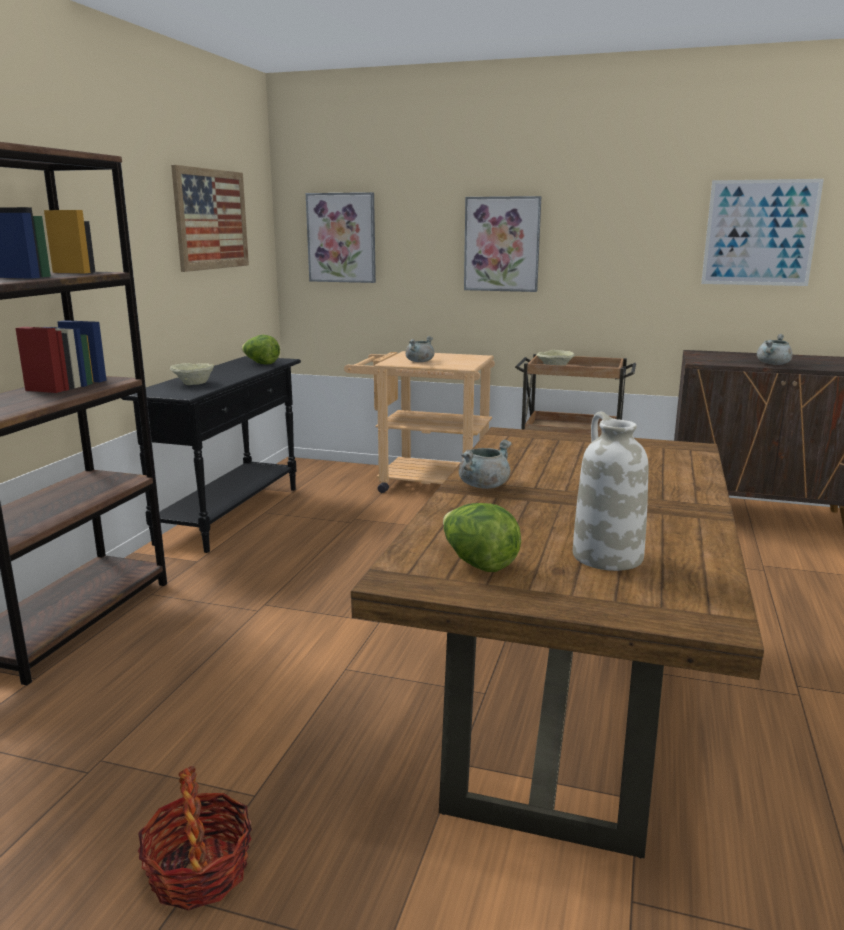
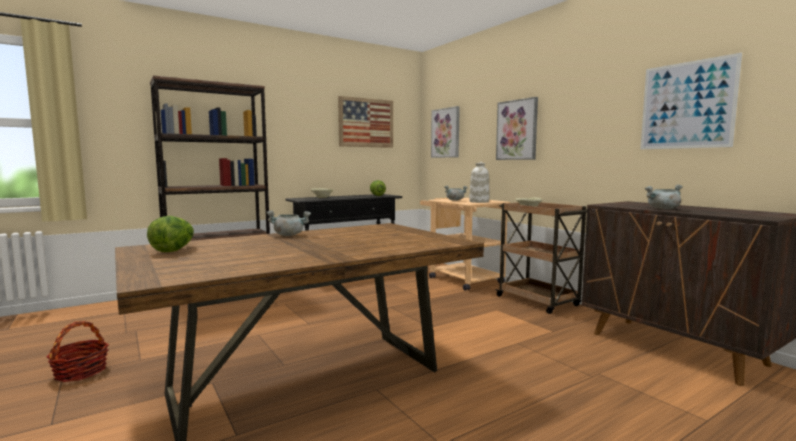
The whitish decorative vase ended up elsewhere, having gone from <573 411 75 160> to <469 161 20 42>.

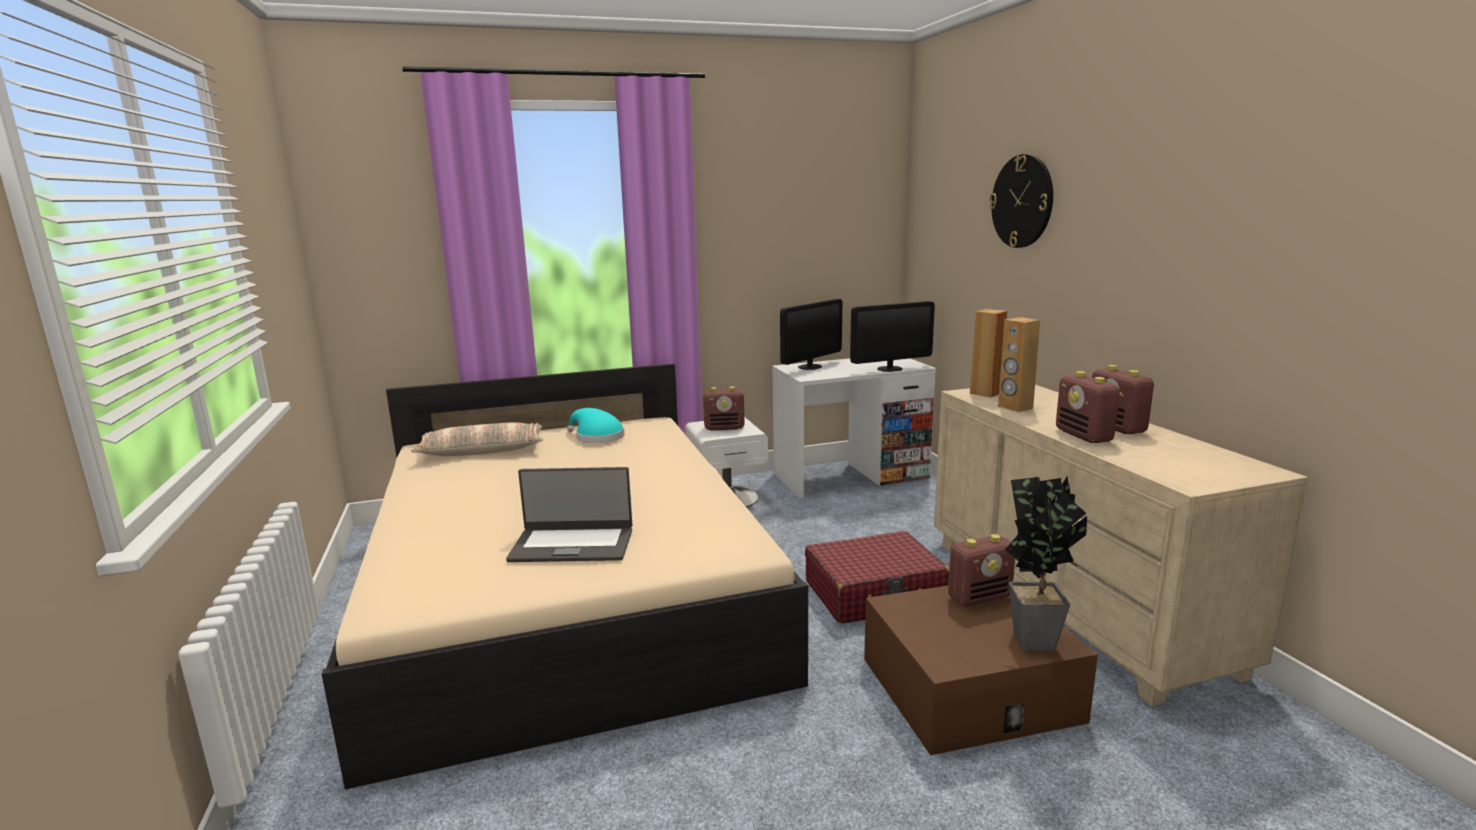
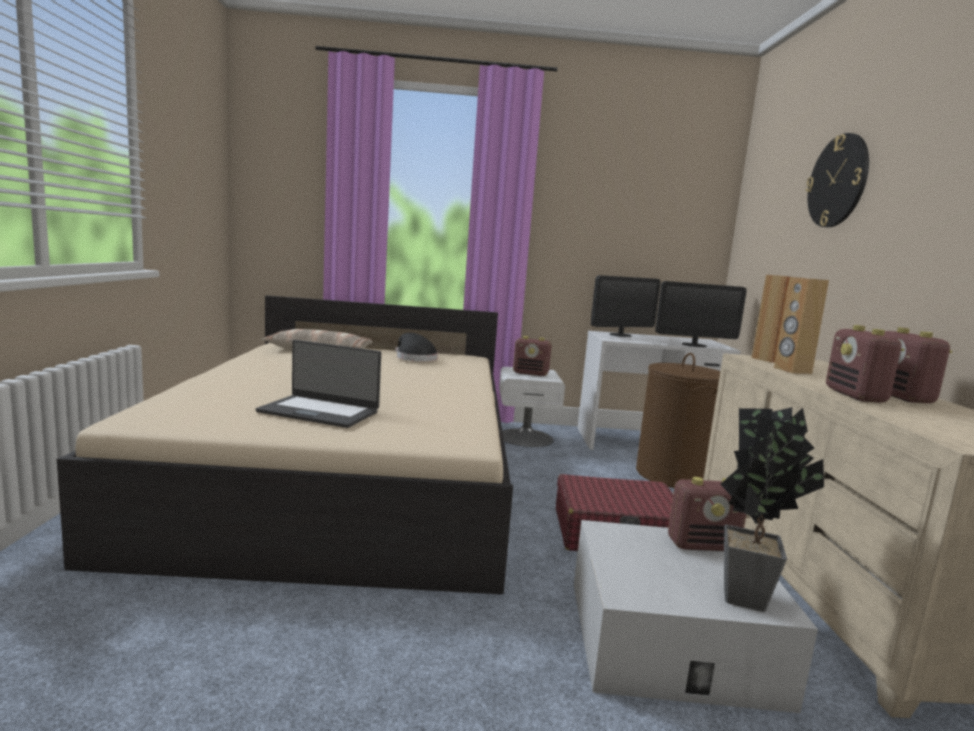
What was the turquoise-coloured clothing hat at <567 408 57 36> turned into the black clothing hat at <395 333 43 29>. What was the brownish storage bin at <864 586 234 169> turned into the whitish storage bin at <574 520 244 193>. The second view gained the brownish laundry basket at <636 353 84 135>.

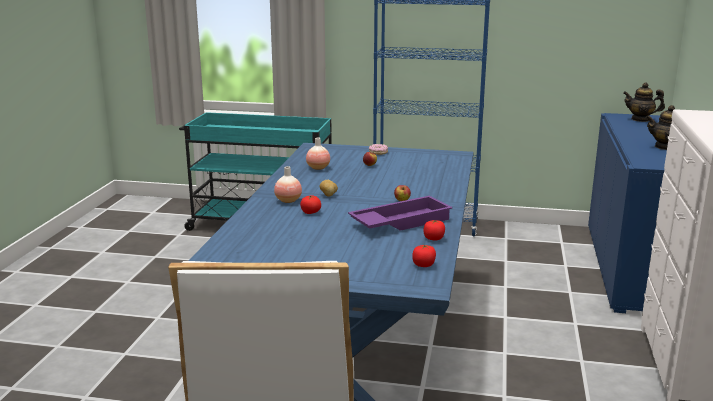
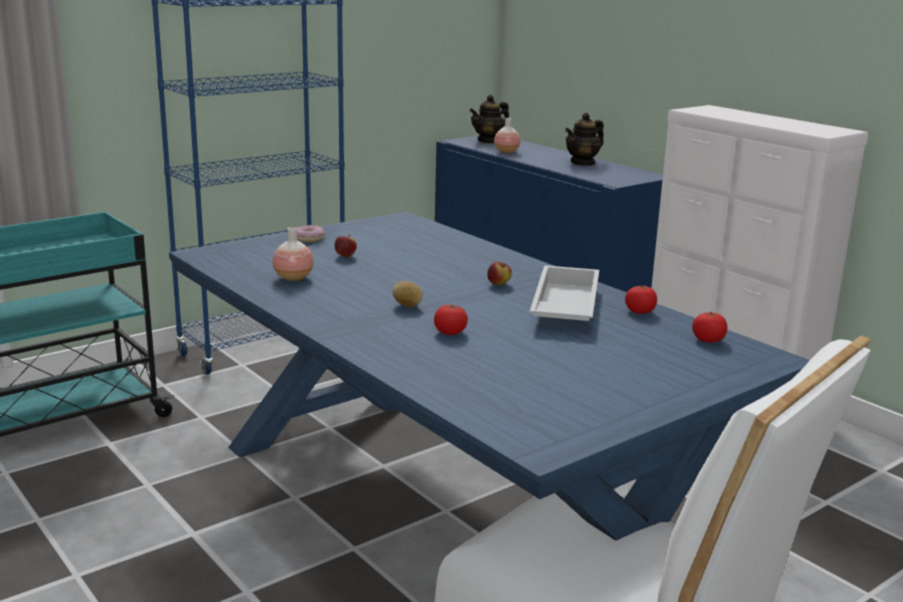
The decorative vase ended up elsewhere, having gone from <274 166 28 37> to <494 118 27 35>. What was the purplish serving tray at <348 196 105 35> turned into the whitish serving tray at <530 265 69 56>.

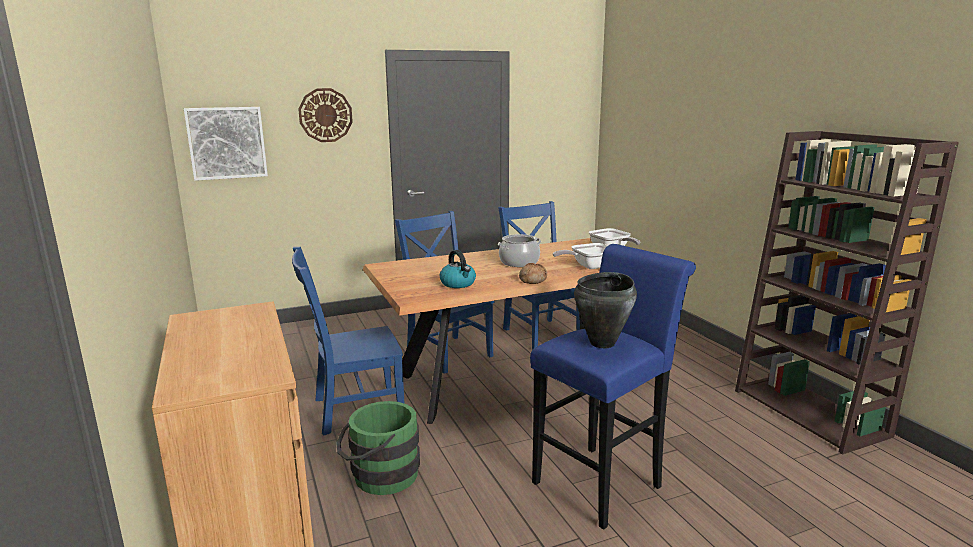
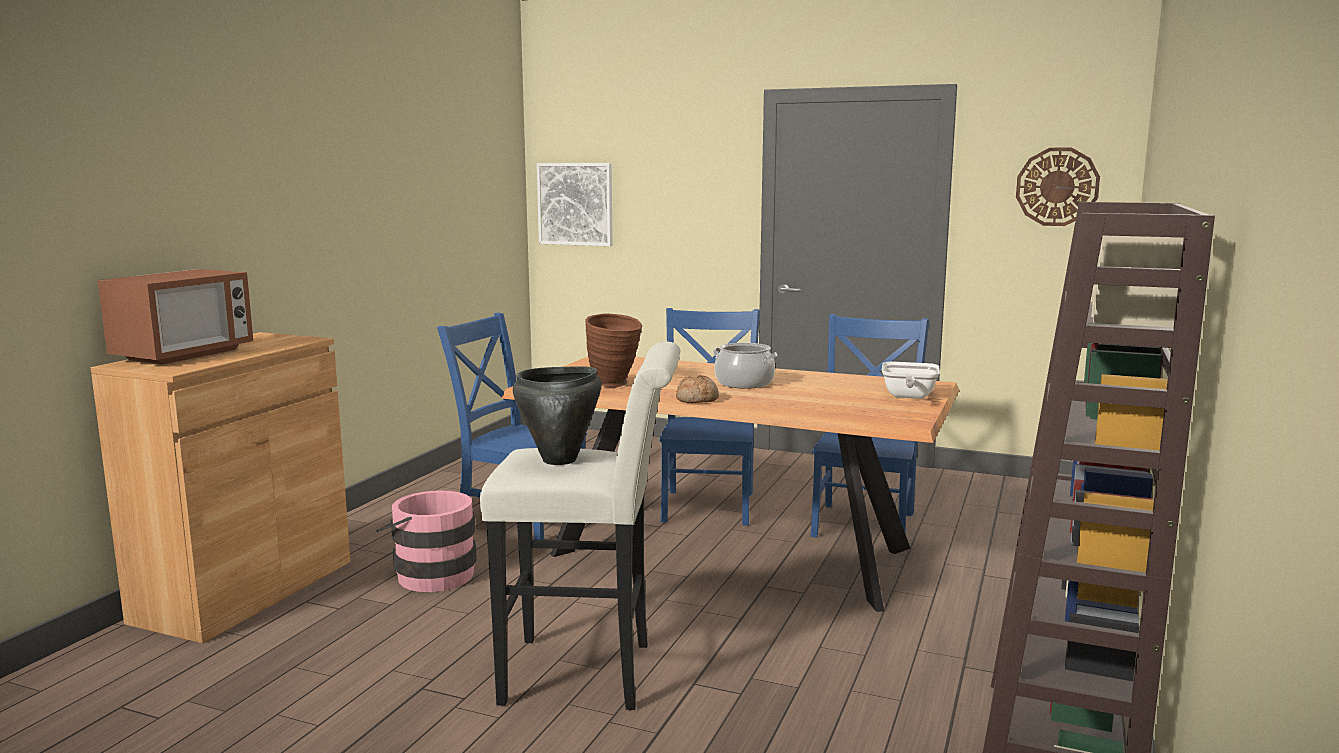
The wall clock ended up elsewhere, having gone from <298 88 55 54> to <1016 148 84 78>. The second view lost the frying pan at <553 243 54 26>. What was the blue-coloured sitting stool at <530 244 166 286> turned into the whitish sitting stool at <480 342 200 368>. Where the tea kettle stood at <439 250 37 38>, the brownish decorative vase came to stand at <585 314 57 73>. What was the greenish bucket at <336 401 84 94> turned into the pink-coloured bucket at <376 491 101 101>. The second view gained the microwave oven at <98 269 155 96>.

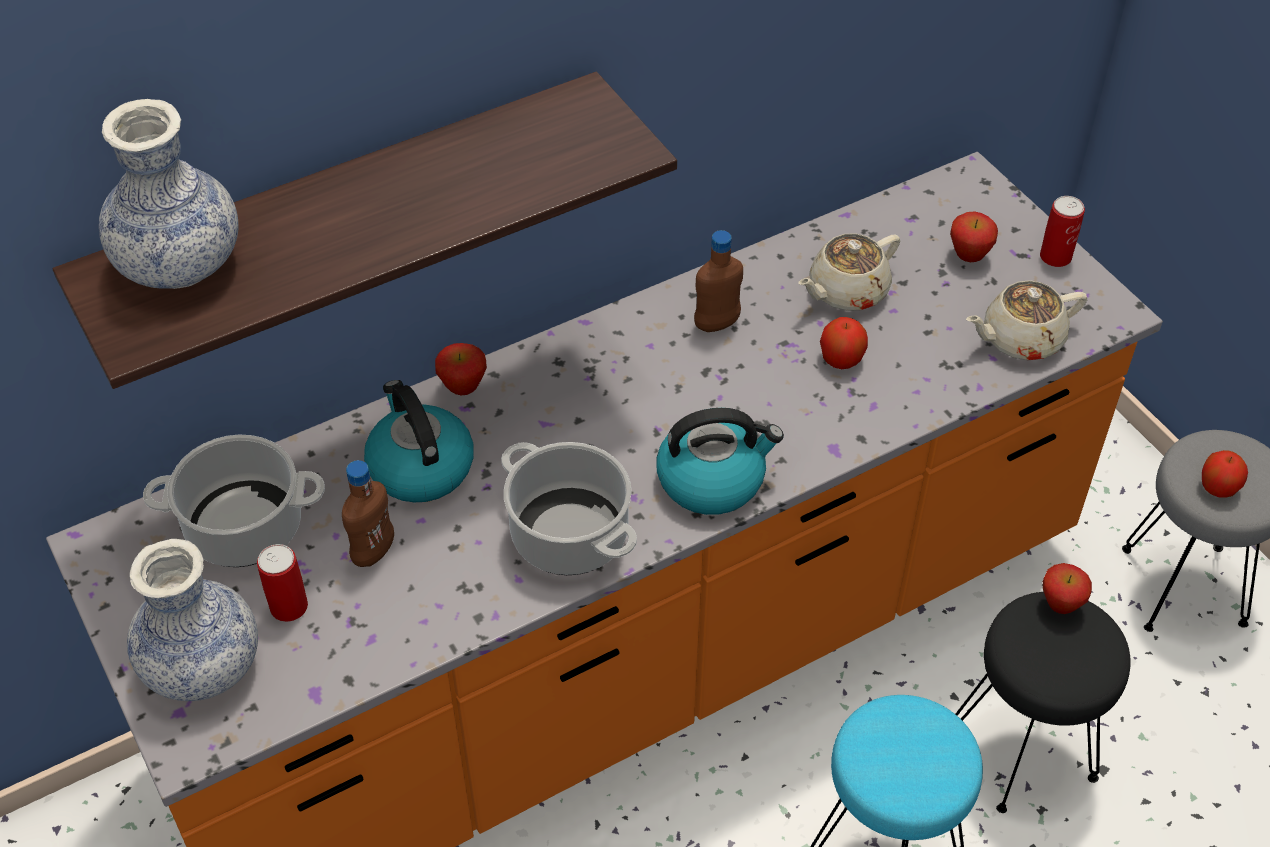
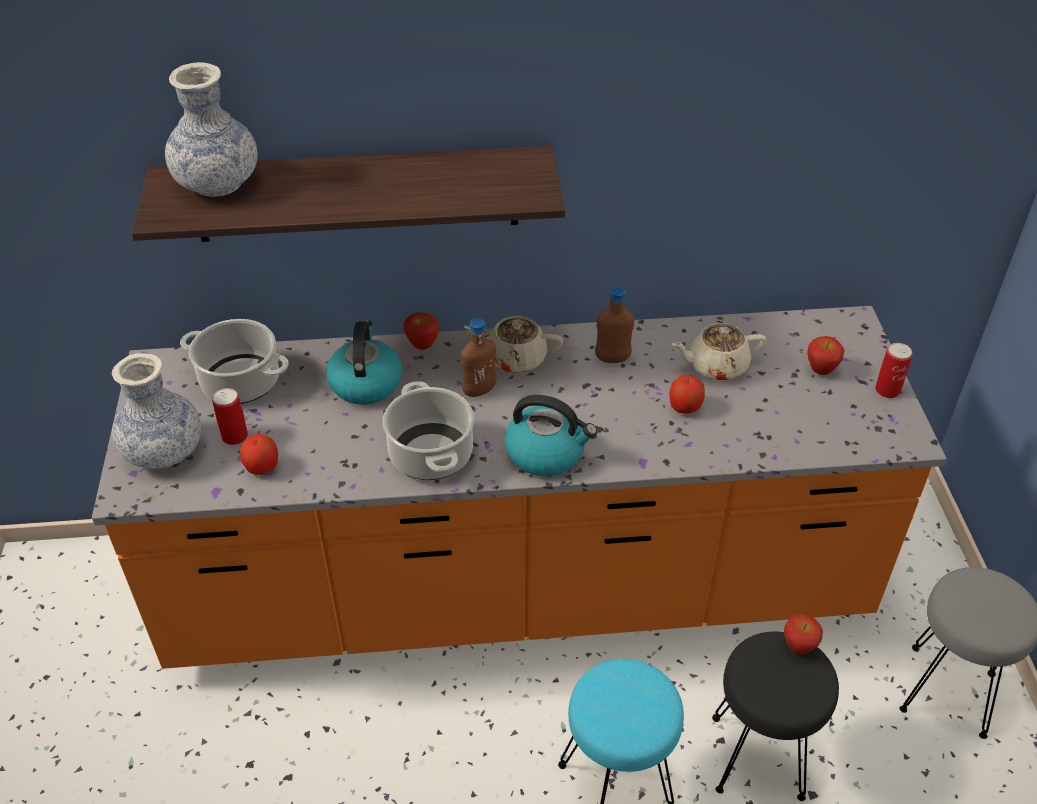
The sand-coloured tea pot ended up elsewhere, having gone from <966 280 121 80> to <464 316 99 57>. The apple fruit ended up elsewhere, having gone from <1202 450 46 48> to <240 434 38 41>. The brownish drink bottle ended up elsewhere, having gone from <342 460 52 107> to <461 318 36 79>.

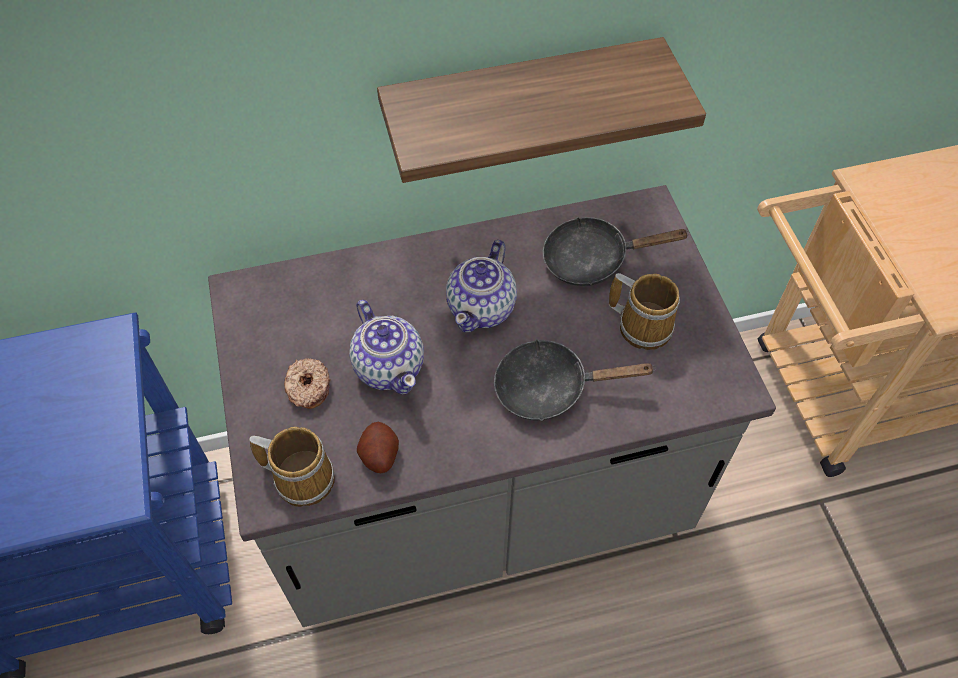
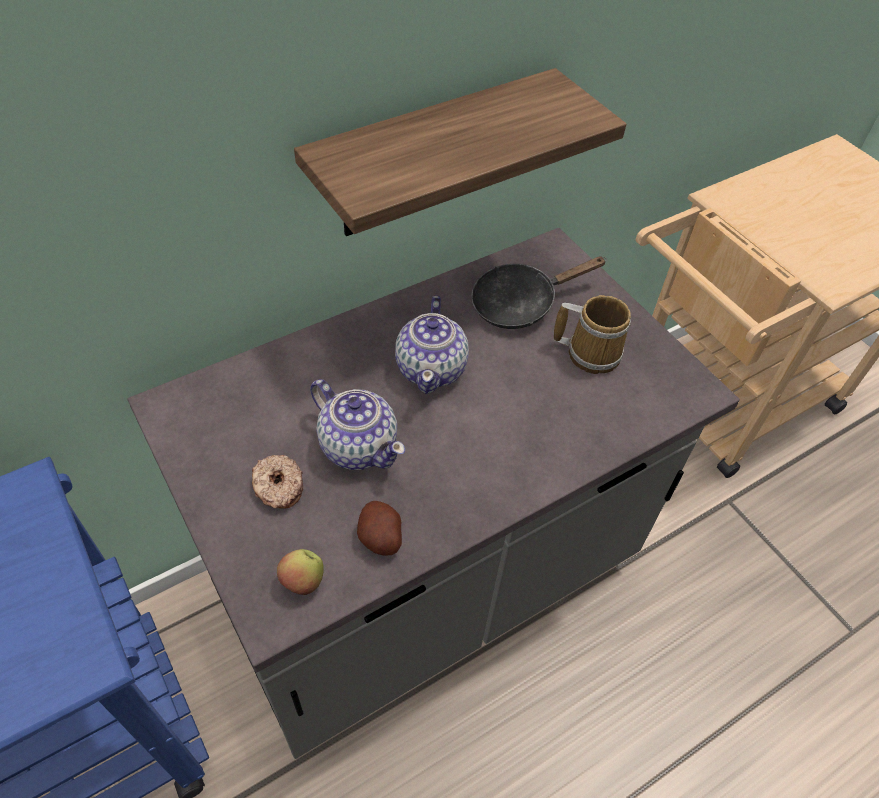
The second view lost the black frying pan at <494 339 162 82>. Where the tea mug stood at <249 427 86 80>, the apple fruit came to stand at <277 549 47 46>.

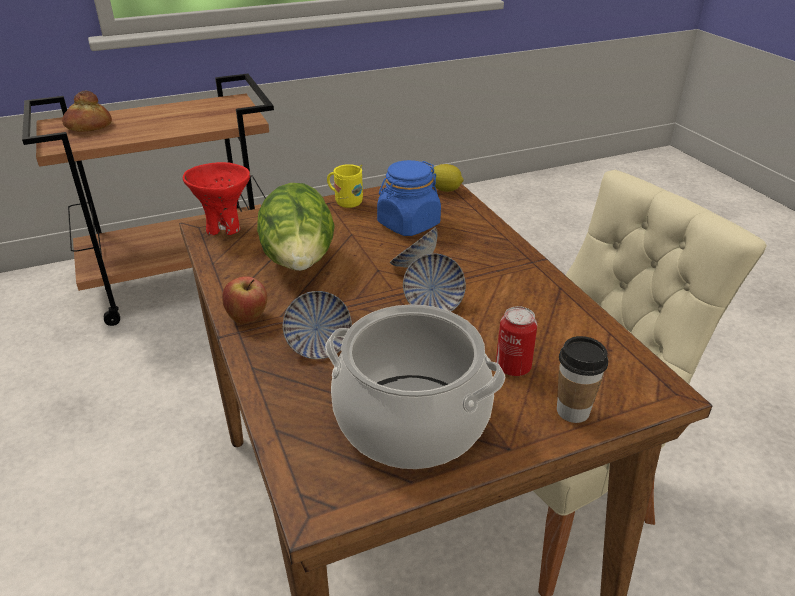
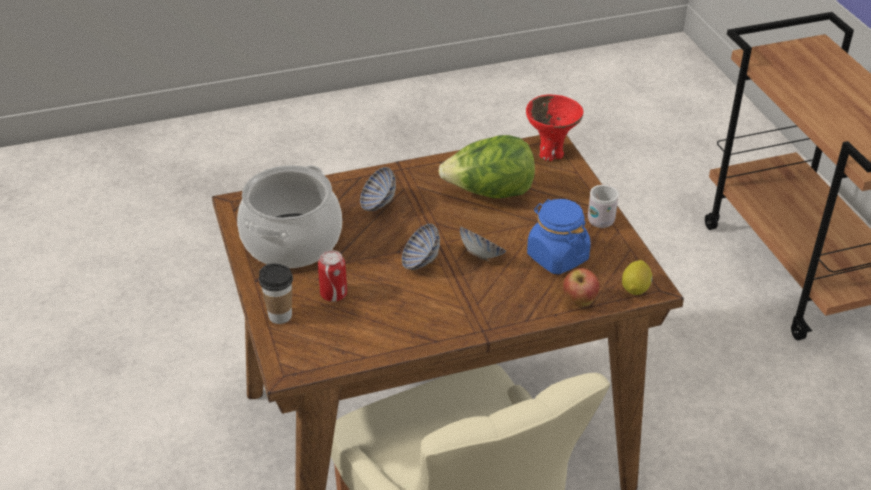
The second view lost the bread at <62 91 50 41>. What was the yellow tea mug at <327 164 36 44> turned into the whitish tea mug at <588 185 31 43>. The apple fruit ended up elsewhere, having gone from <222 276 45 48> to <563 268 37 38>.

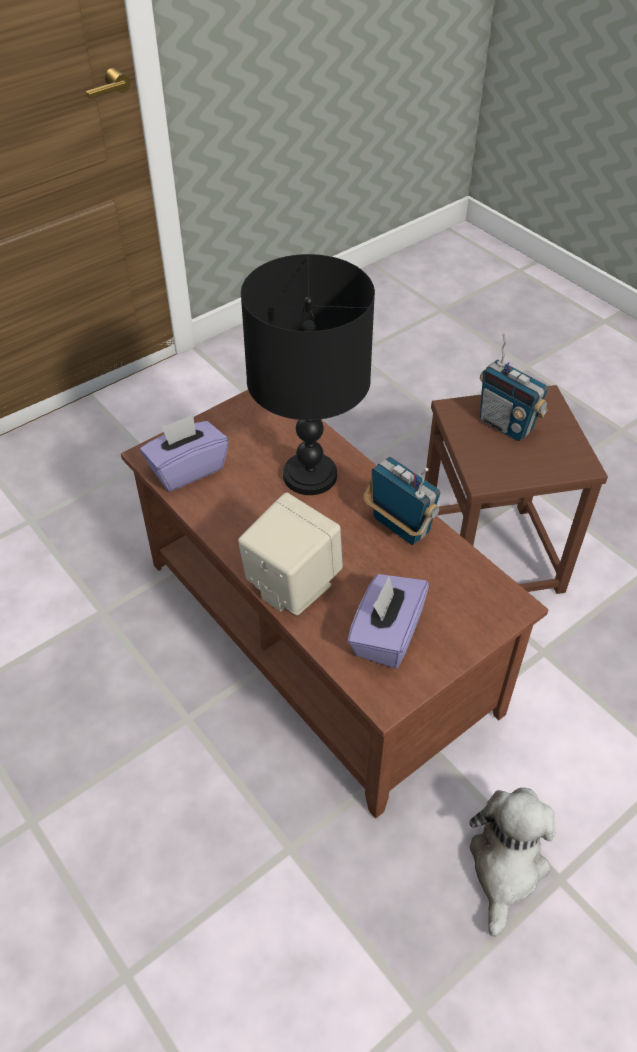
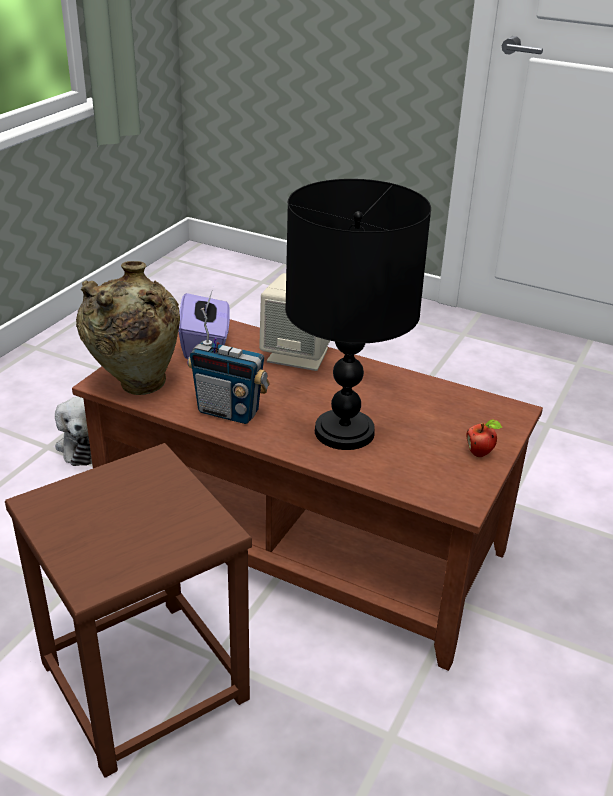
The second view lost the radio receiver at <480 333 68 108>. The second view lost the purplish tissue box at <140 415 89 76>. The second view gained the sand-coloured decorative vase at <76 261 104 134>. The second view gained the apple fruit at <466 419 36 38>.

